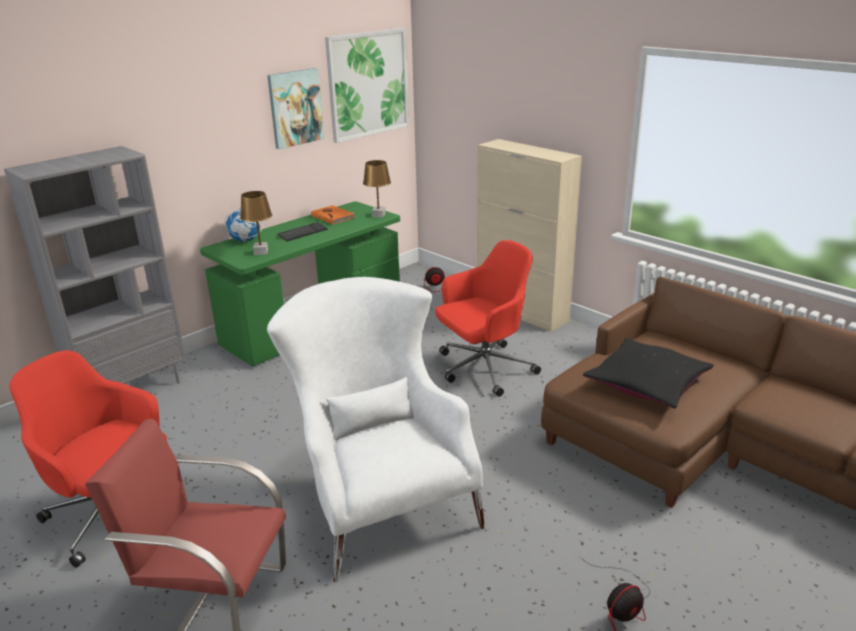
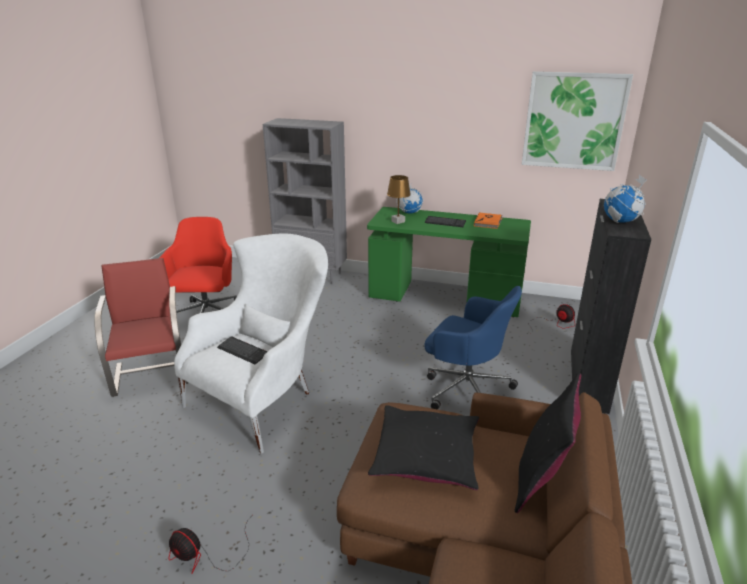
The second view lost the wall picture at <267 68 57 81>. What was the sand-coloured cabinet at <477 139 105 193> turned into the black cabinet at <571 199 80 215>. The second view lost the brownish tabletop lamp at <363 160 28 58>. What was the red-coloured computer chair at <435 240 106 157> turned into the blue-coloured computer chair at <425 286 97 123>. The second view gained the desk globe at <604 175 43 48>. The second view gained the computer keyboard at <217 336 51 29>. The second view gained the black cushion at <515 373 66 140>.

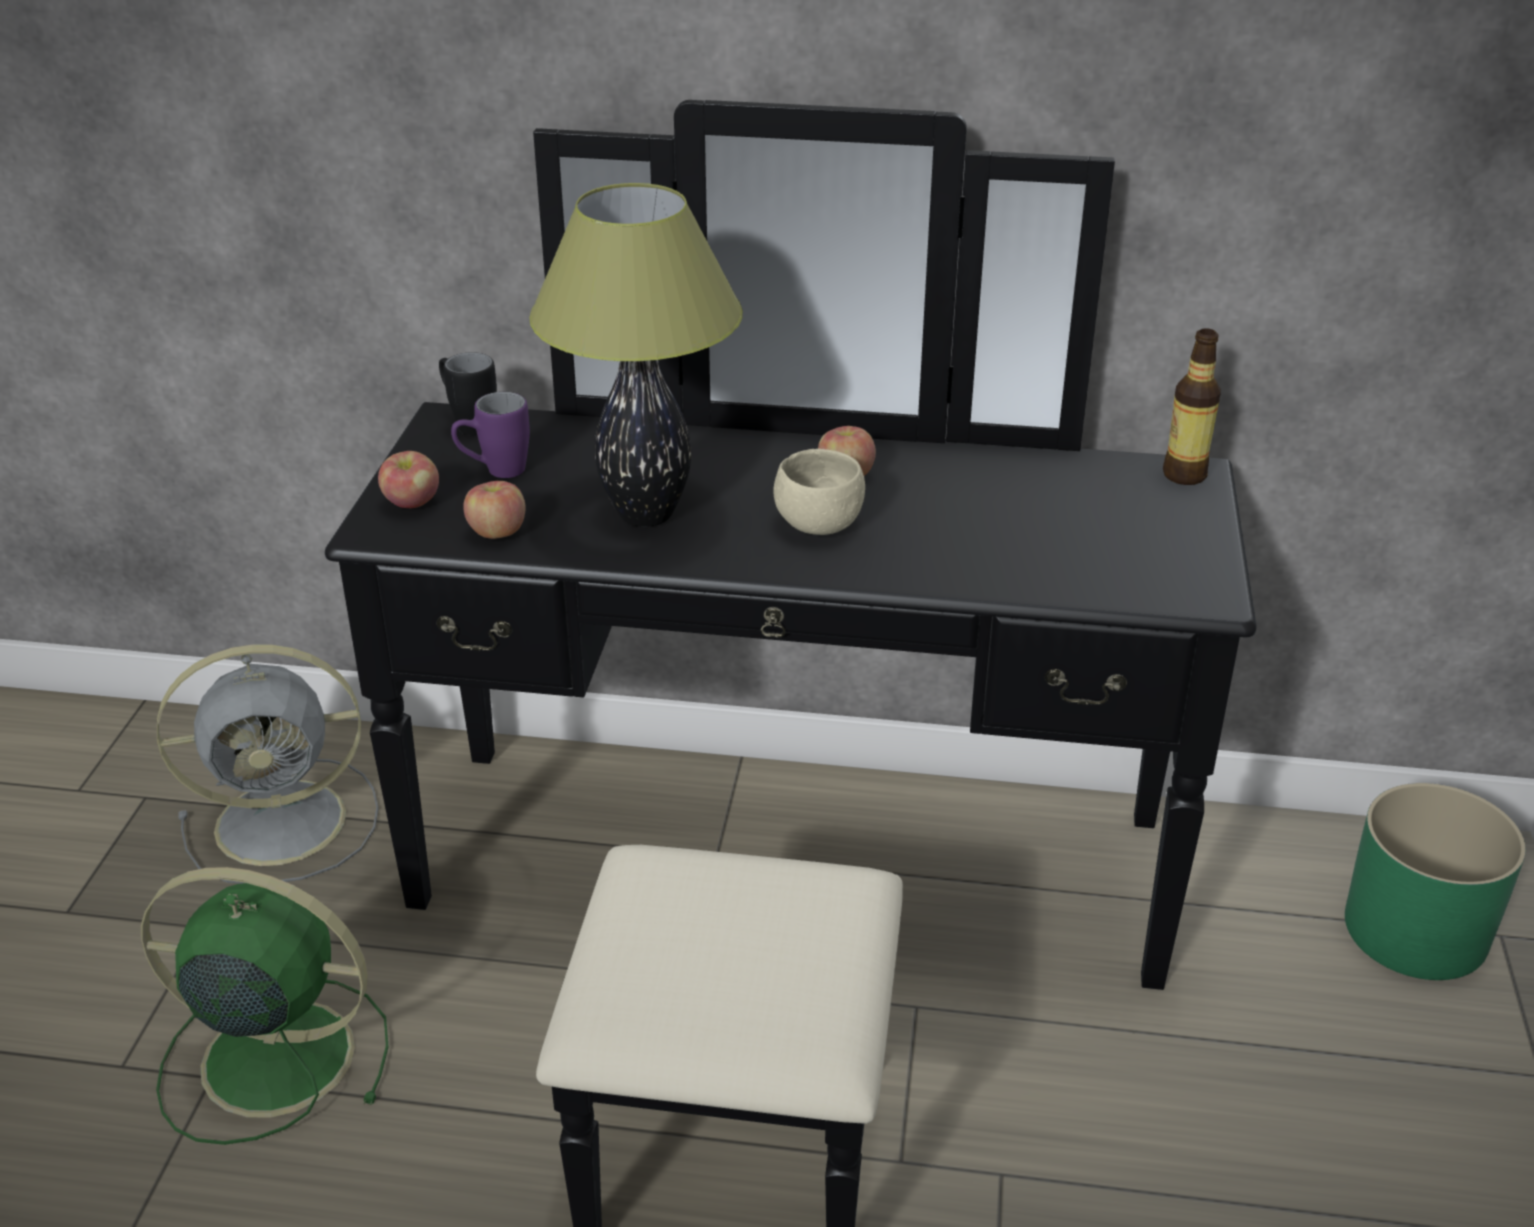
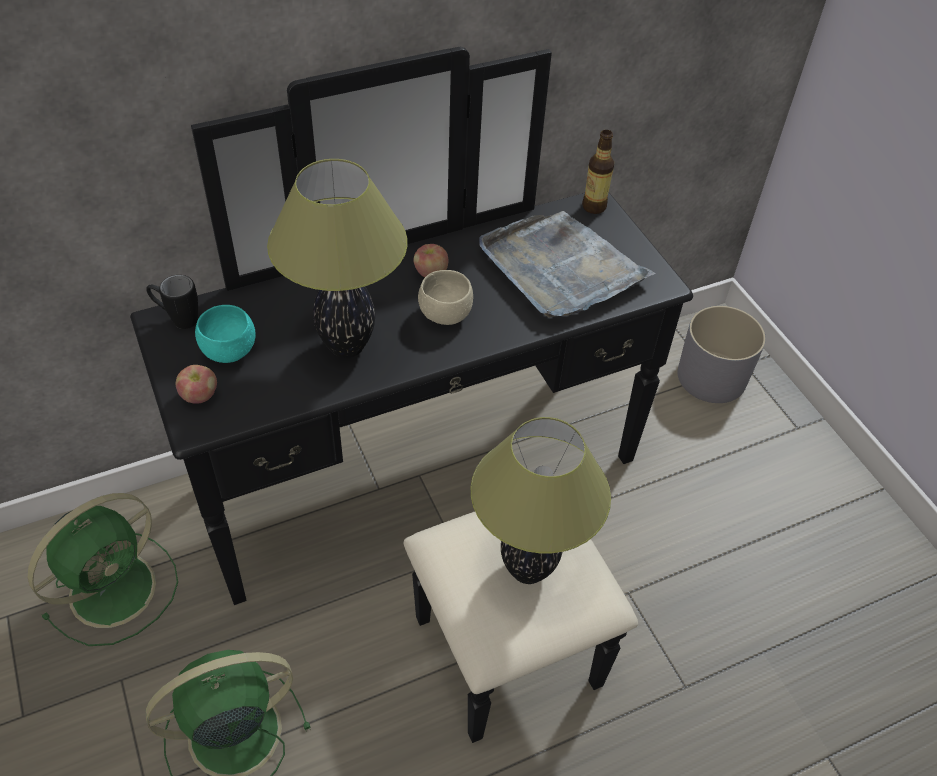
Where the purplish tea mug stood at <451 392 79 86>, the turquoise-coloured bowl came to stand at <195 305 61 58>. The second view lost the apple fruit at <463 481 63 58>. What was the grey electric fan at <157 645 222 239> turned into the greenish electric fan at <28 493 150 153>. What was the greenish flower pot at <1345 783 181 197> turned into the grey flower pot at <678 306 88 97>. The second view gained the grey serving tray at <479 211 177 107>. The second view gained the tabletop lamp at <471 417 140 167>.

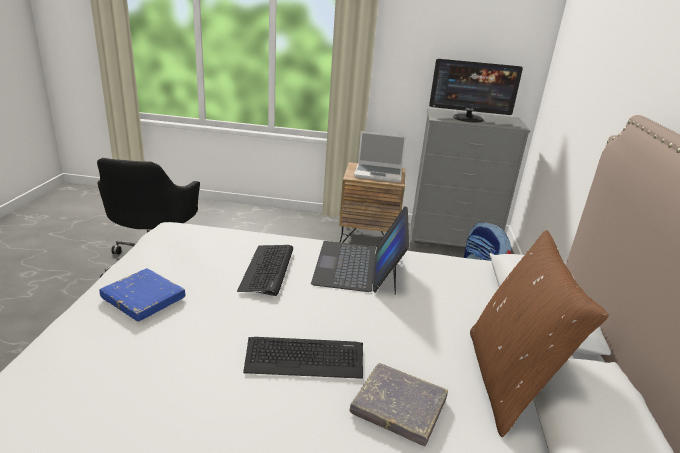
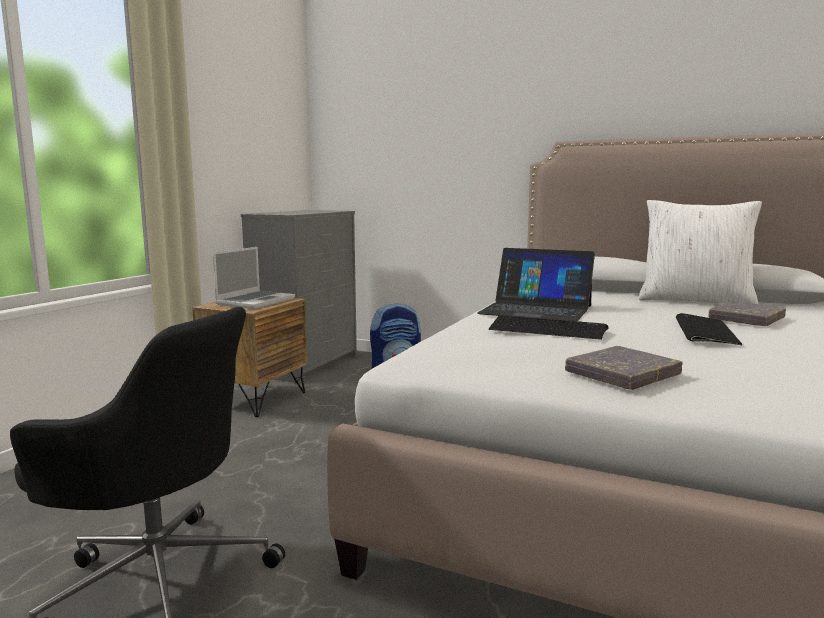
The second view lost the computer display at <429 59 94 64>. What was the brownish cushion at <470 230 139 207> turned into the whitish cushion at <639 200 123 104>. What was the blue-coloured bound book at <99 268 86 54> turned into the grey bound book at <565 346 118 44>.

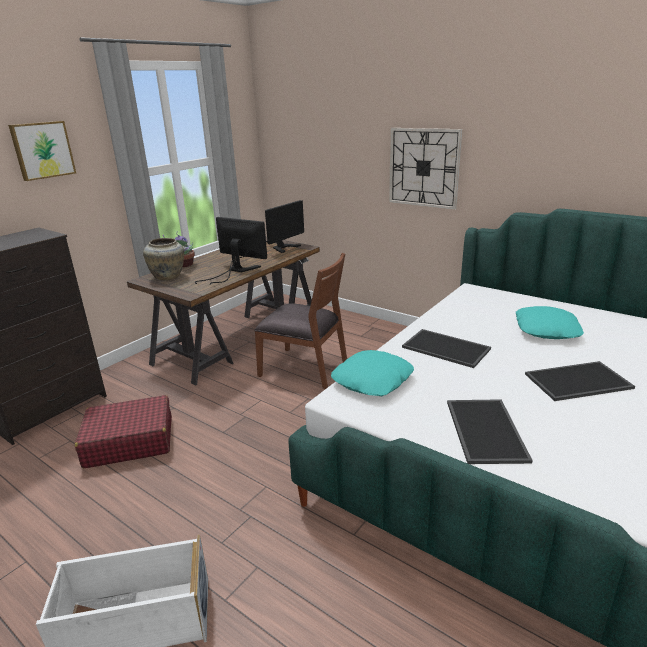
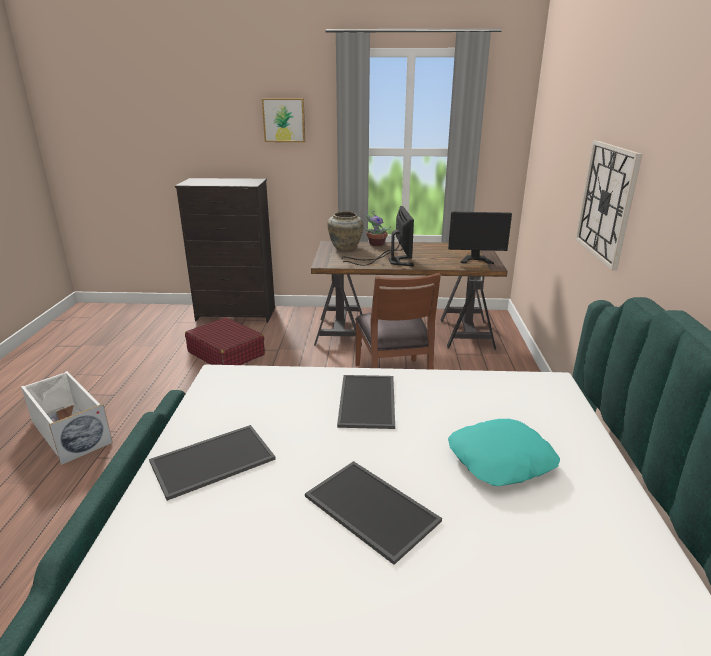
The second view lost the turquoise-coloured cushion at <331 350 83 46>.

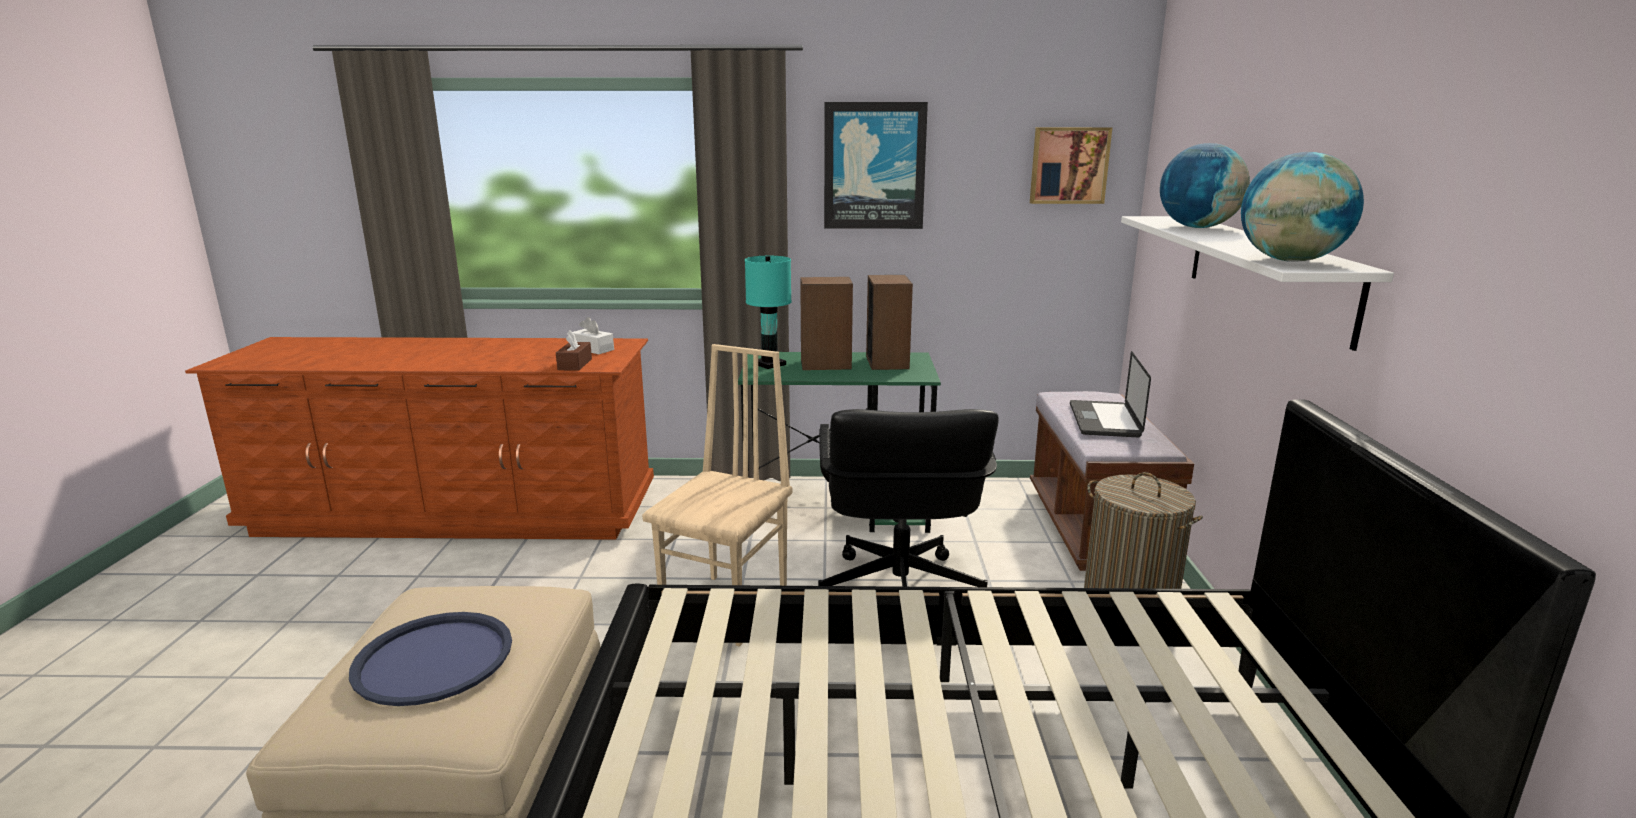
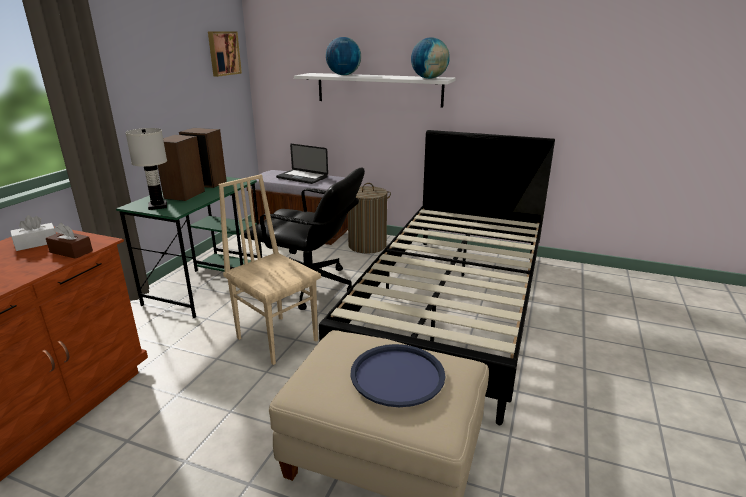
The second view lost the wall picture at <824 102 104 127>. What was the turquoise-coloured tabletop lamp at <745 256 47 113> turned into the whitish tabletop lamp at <125 128 42 82>.

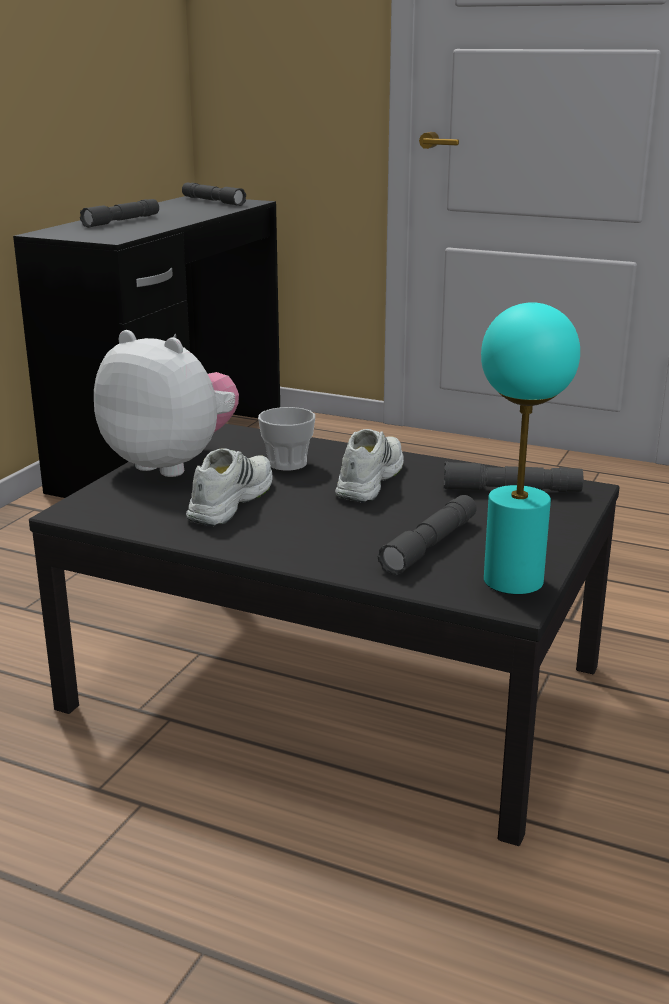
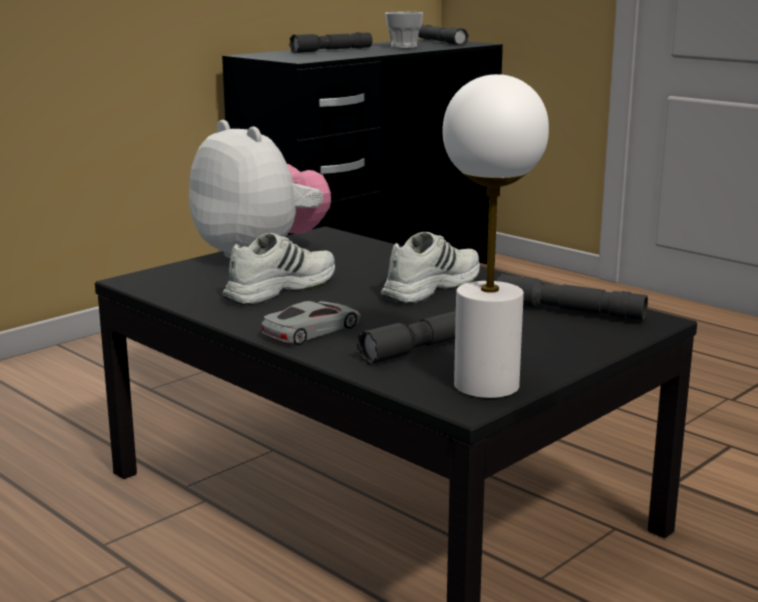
What was the turquoise-coloured tabletop lamp at <481 302 99 293> turned into the whitish tabletop lamp at <442 74 107 325>. The cup ended up elsewhere, having gone from <258 407 57 64> to <385 12 38 36>. The second view gained the grey miniature car at <262 301 99 44>.

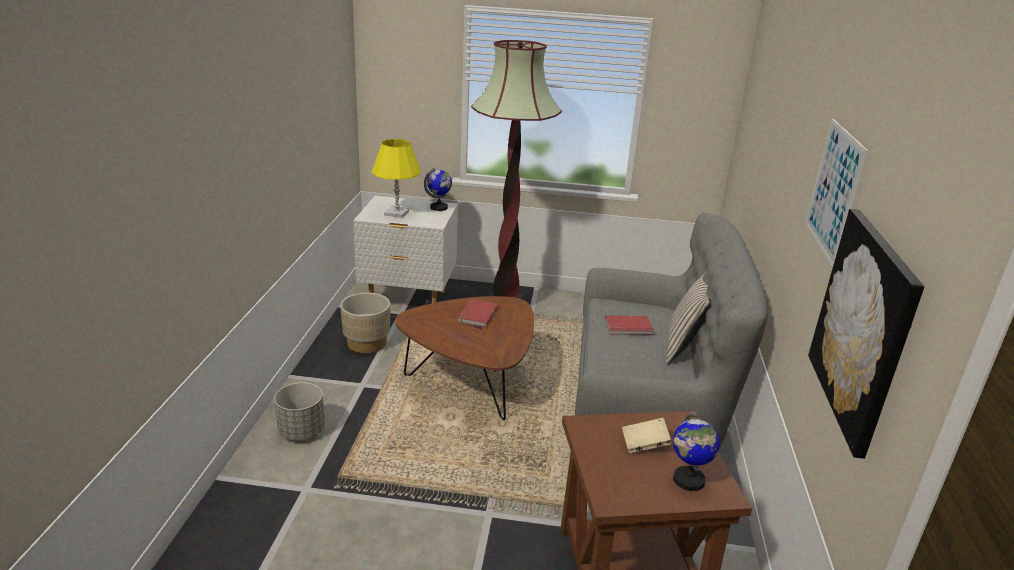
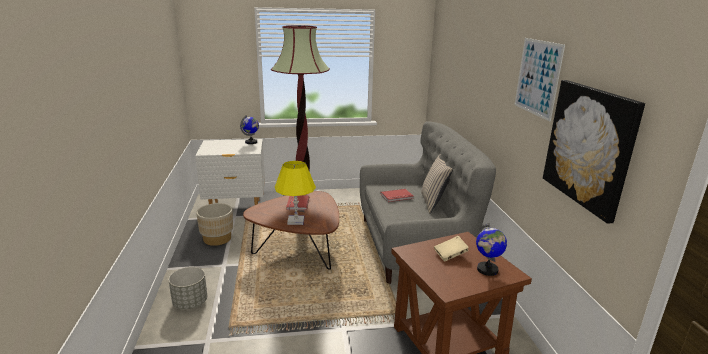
The yellow tabletop lamp ended up elsewhere, having gone from <372 139 49 79> to <275 161 41 64>.

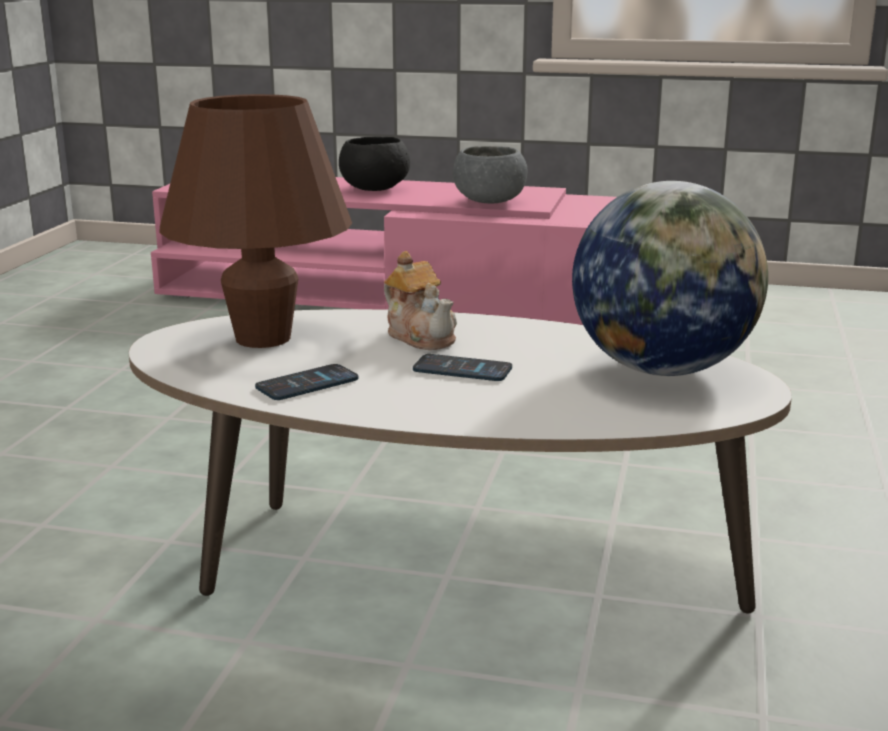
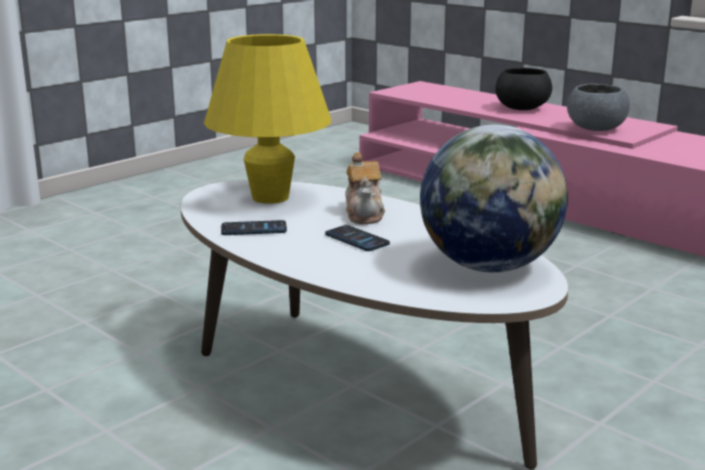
What was the brownish tabletop lamp at <159 94 193 254> turned into the yellow tabletop lamp at <204 34 127 170>.

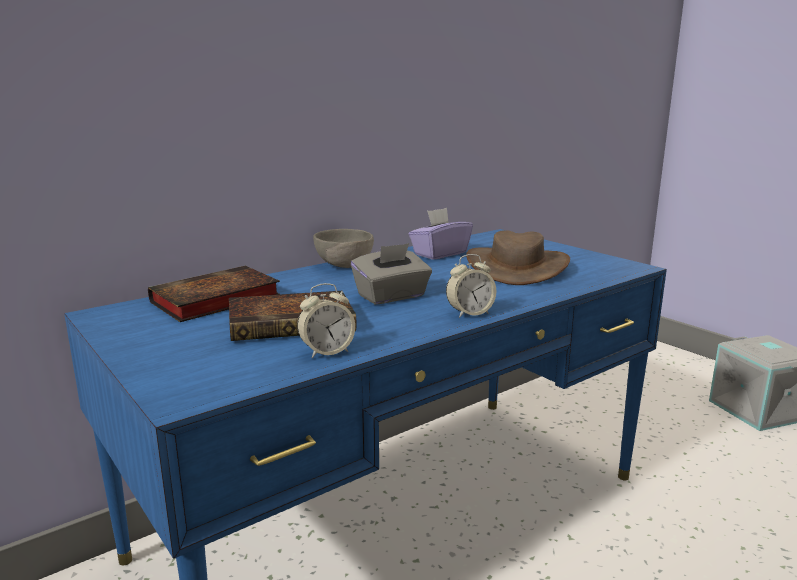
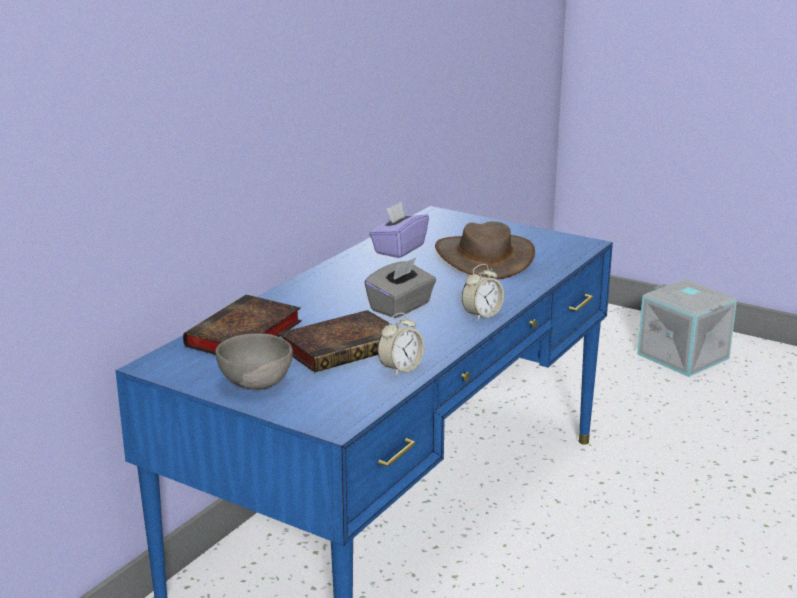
The grey bowl ended up elsewhere, having gone from <313 229 61 39> to <215 333 78 57>.

